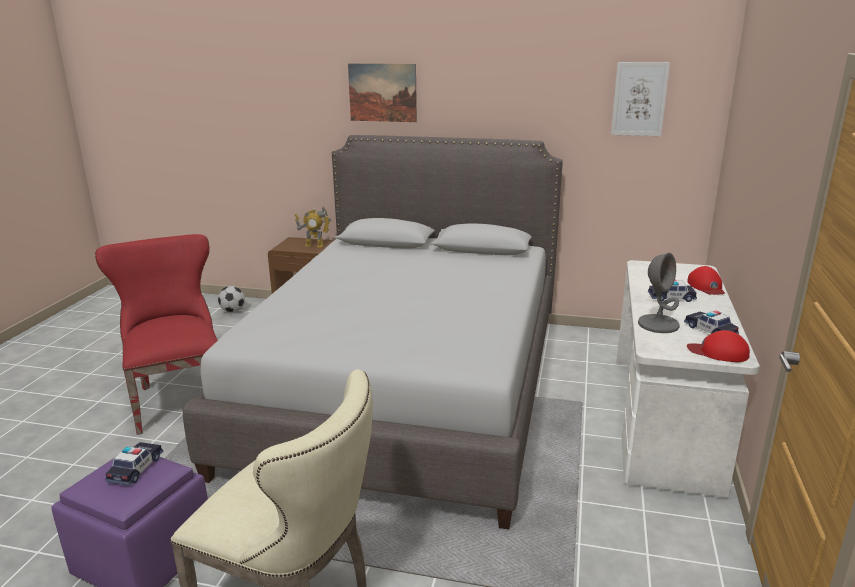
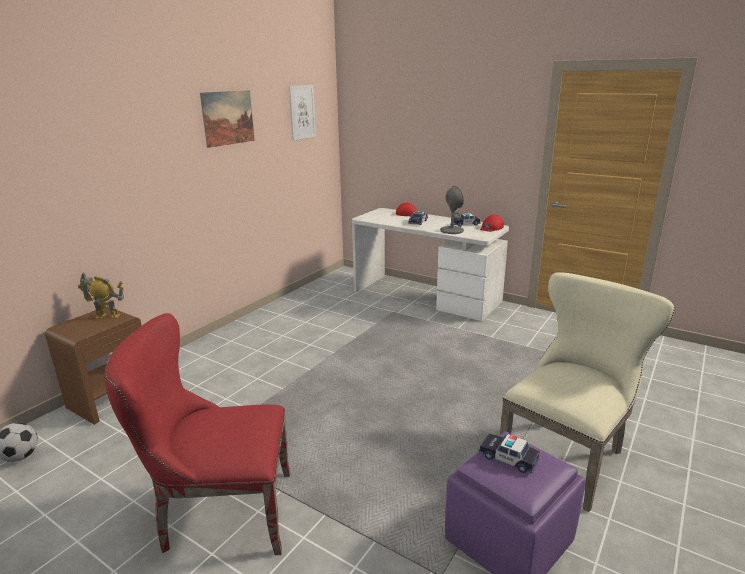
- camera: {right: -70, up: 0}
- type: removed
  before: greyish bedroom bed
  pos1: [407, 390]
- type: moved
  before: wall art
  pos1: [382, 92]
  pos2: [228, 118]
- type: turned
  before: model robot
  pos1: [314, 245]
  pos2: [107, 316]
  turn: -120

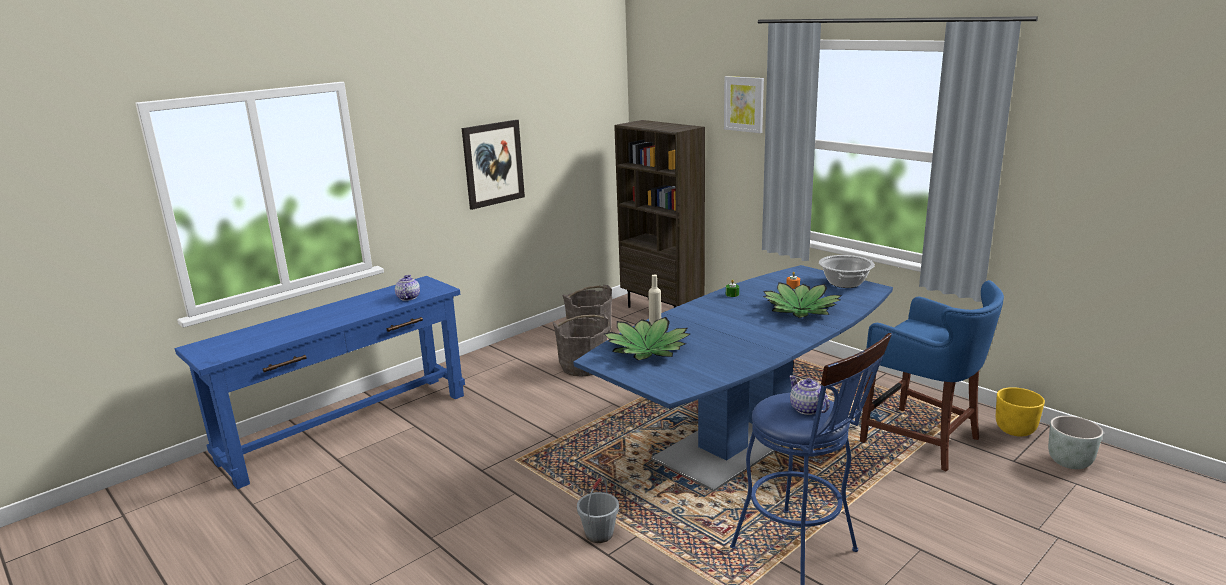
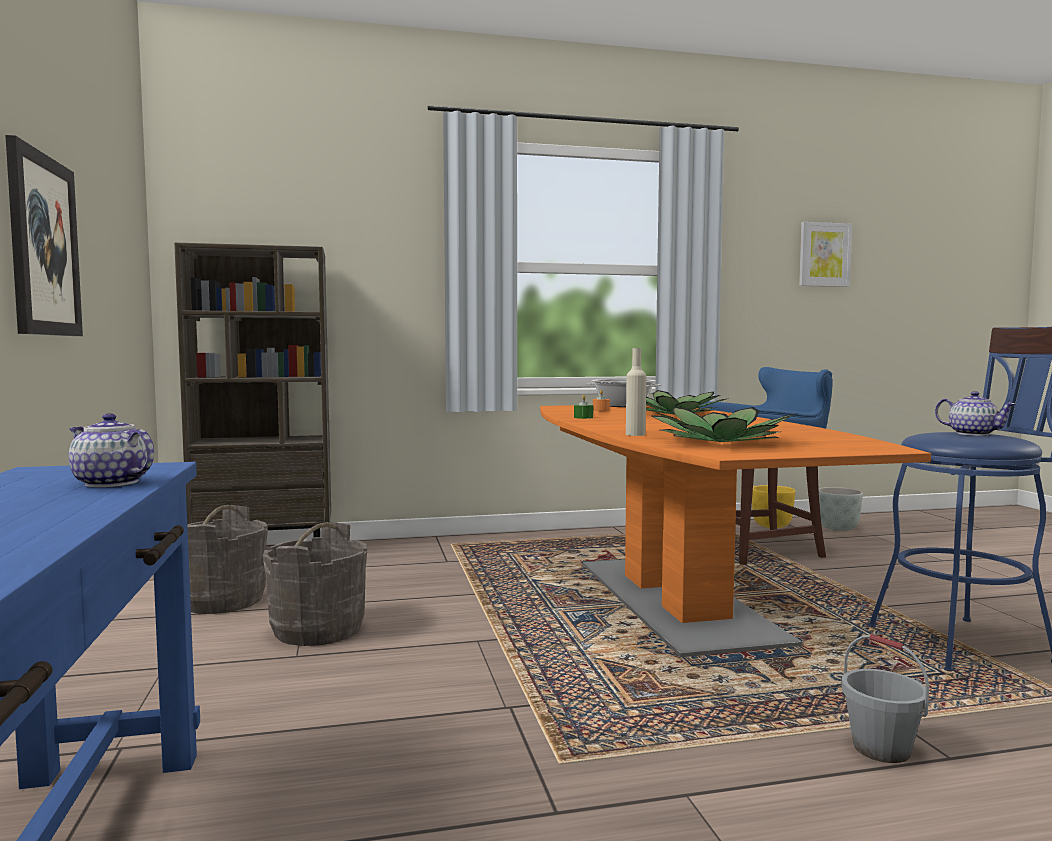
- camera: {right: -60, up: -15}
- type: moved
  before: wall art
  pos1: [744, 104]
  pos2: [824, 255]
- type: recoloured
  before: bluish dinner table
  after: orange dinner table
  pos1: [745, 436]
  pos2: [674, 600]
- type: turned
  before: tea pot
  pos1: [807, 409]
  pos2: [972, 434]
  turn: -135

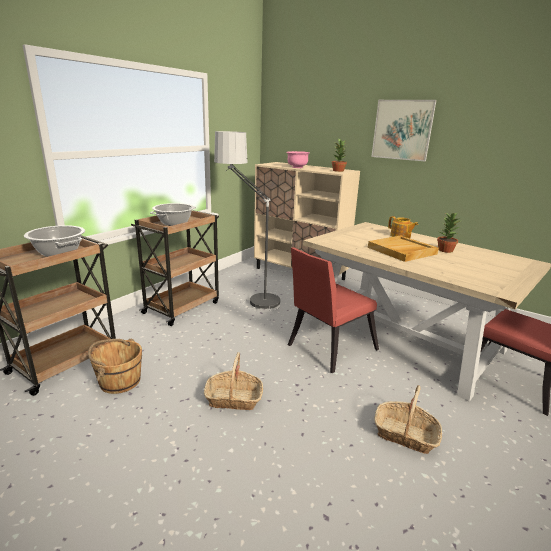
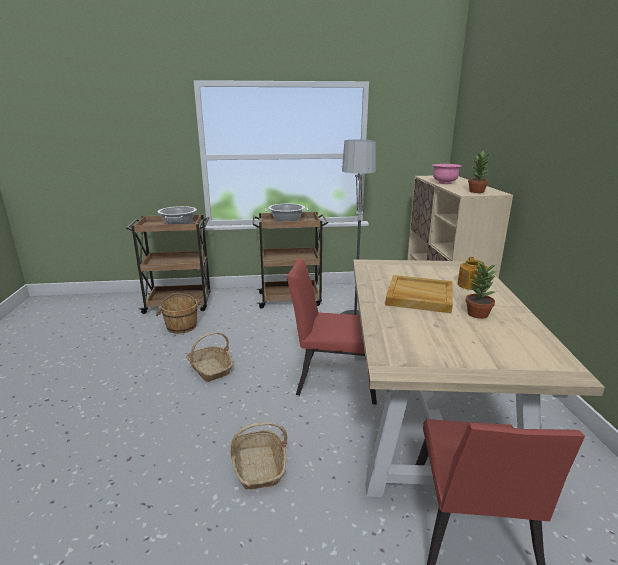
- camera: {right: 50, up: 0}
- type: removed
  before: wall art
  pos1: [402, 130]

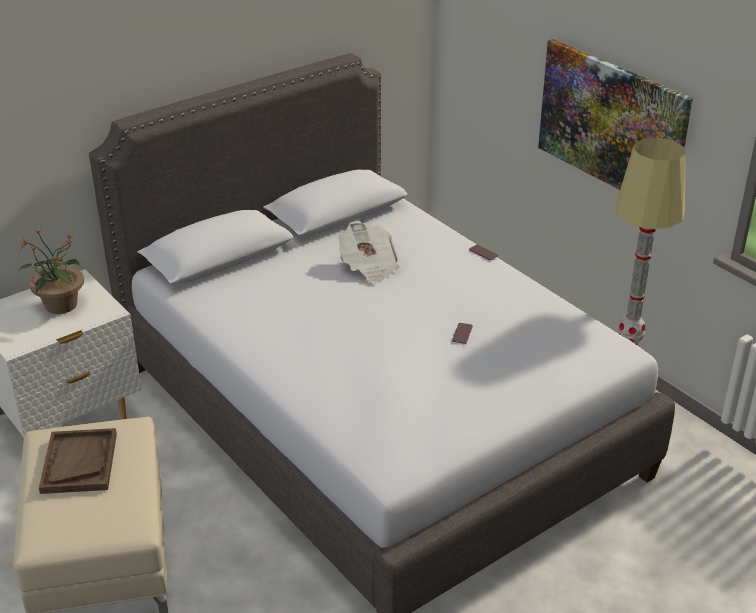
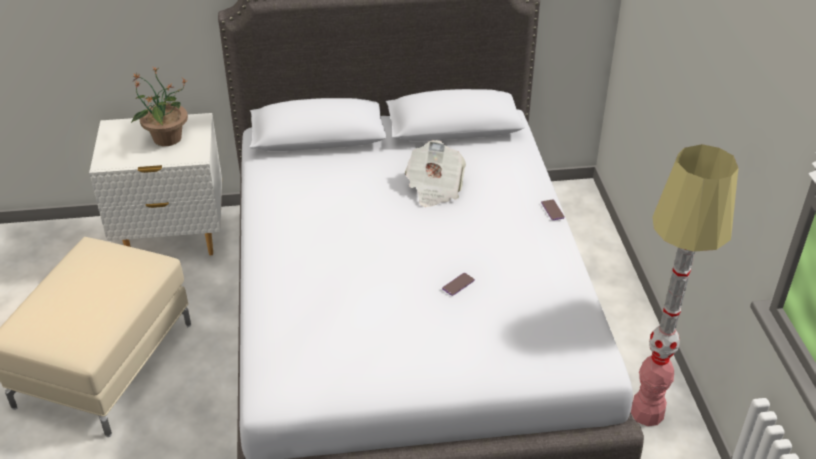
- camera: {right: 30, up: 5}
- type: removed
  before: brown serving tray
  pos1: [79, 463]
- type: removed
  before: wall art
  pos1: [611, 123]

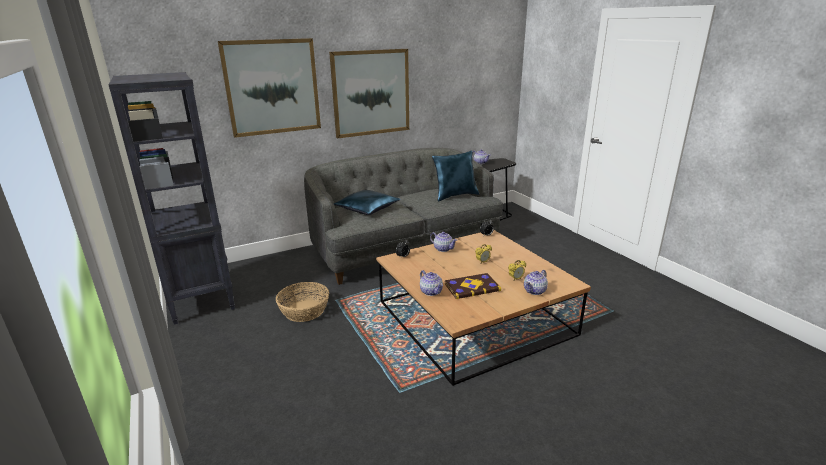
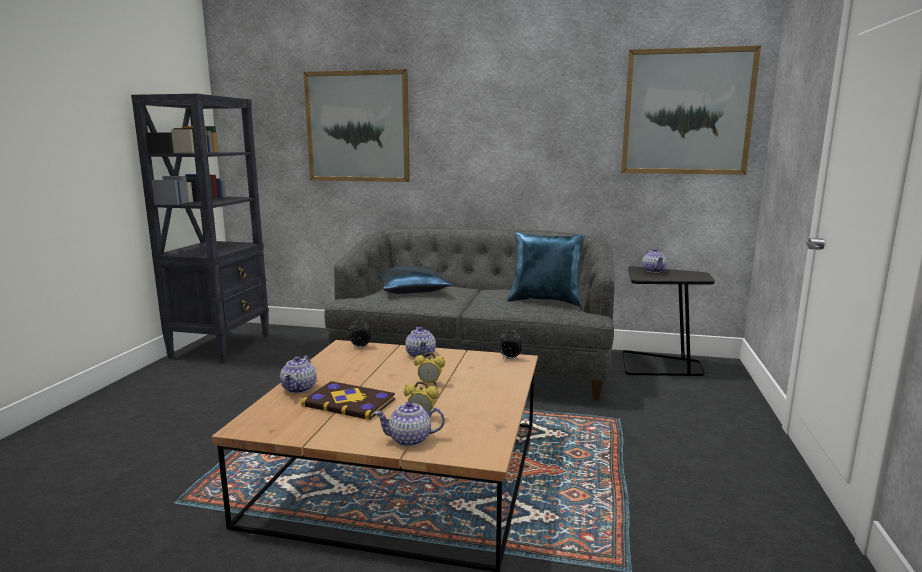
- camera: {right: 40, up: -10}
- type: removed
  before: storage basket
  pos1: [304, 311]
- type: moved
  before: wall art
  pos1: [371, 93]
  pos2: [687, 112]

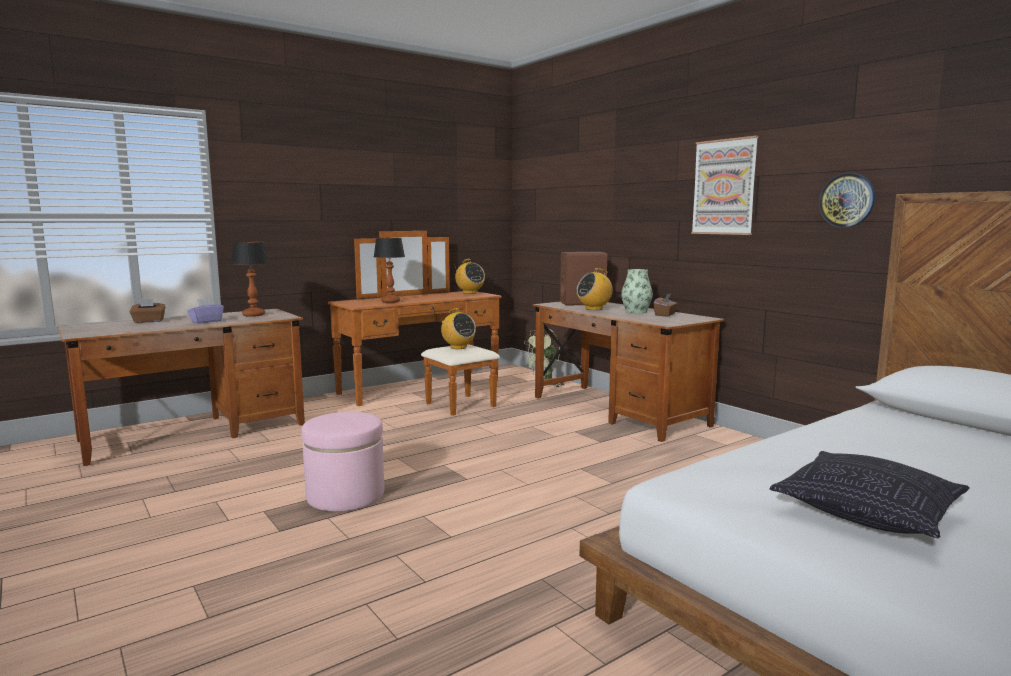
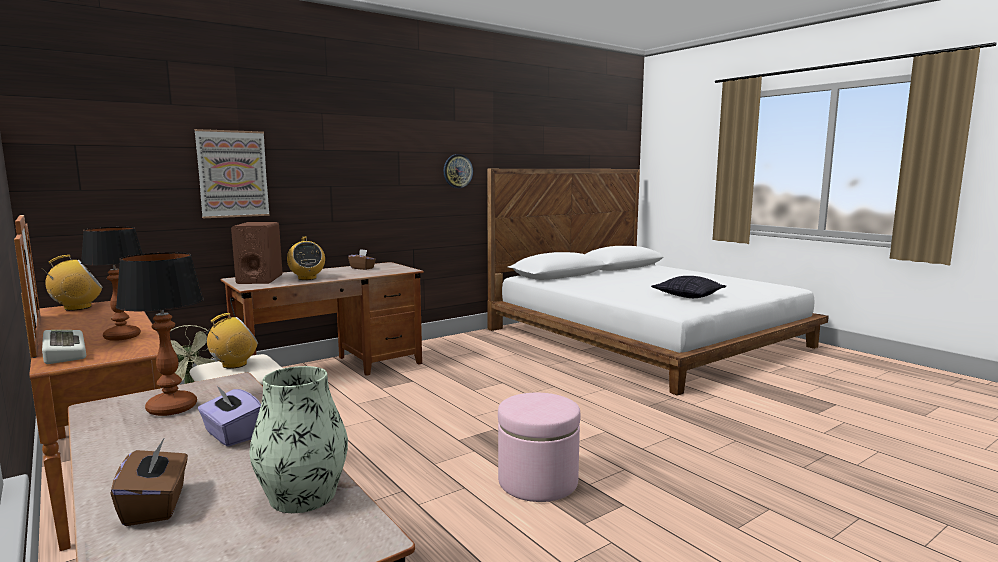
- camera: {right: -90, up: 0}
- type: added
  after: keyboard
  pos2: [62, 352]
- type: moved
  before: vase
  pos1: [636, 311]
  pos2: [303, 495]
- type: moved
  before: wall art
  pos1: [724, 187]
  pos2: [233, 174]

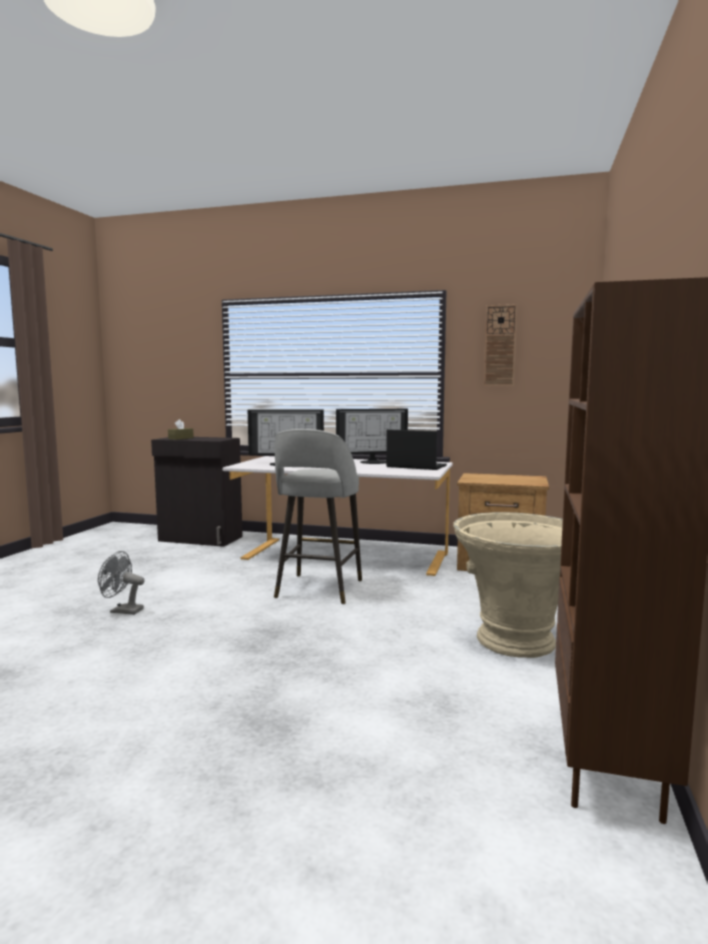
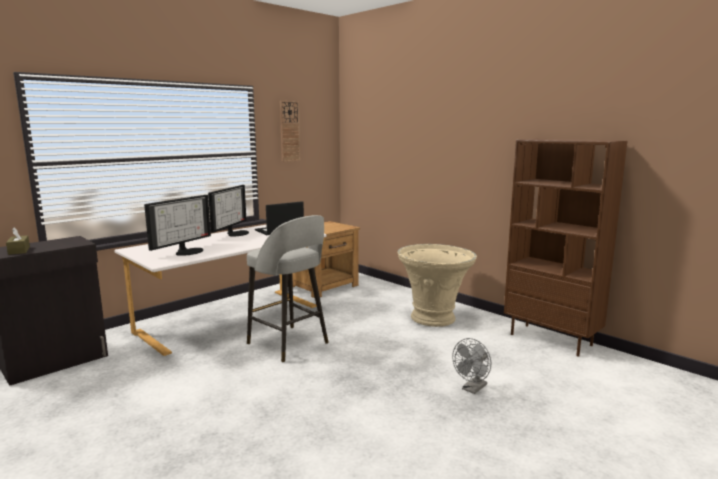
- camera: {right: -60, up: 5}
- type: moved
  before: greyish cooling fan
  pos1: [122, 611]
  pos2: [472, 389]

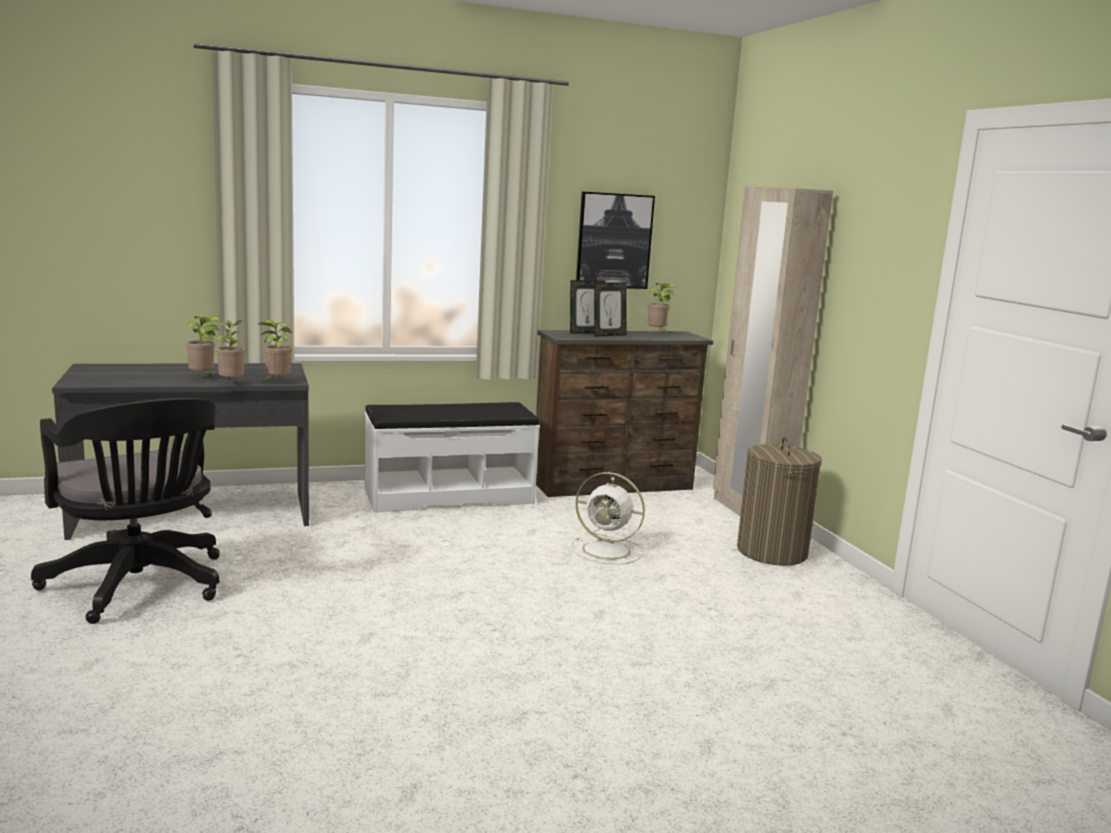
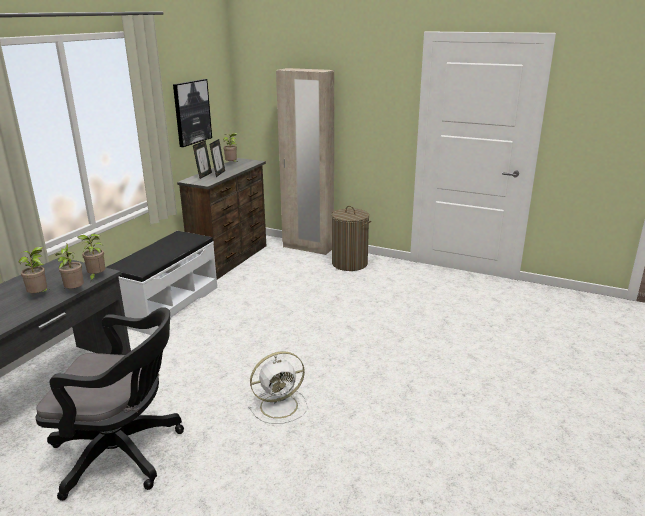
- camera: {right: -45, up: 10}
- type: moved
  before: white cooling fan
  pos1: [608, 550]
  pos2: [280, 405]

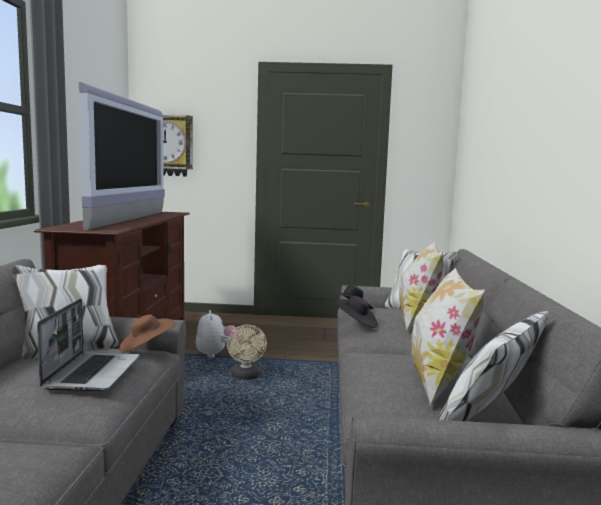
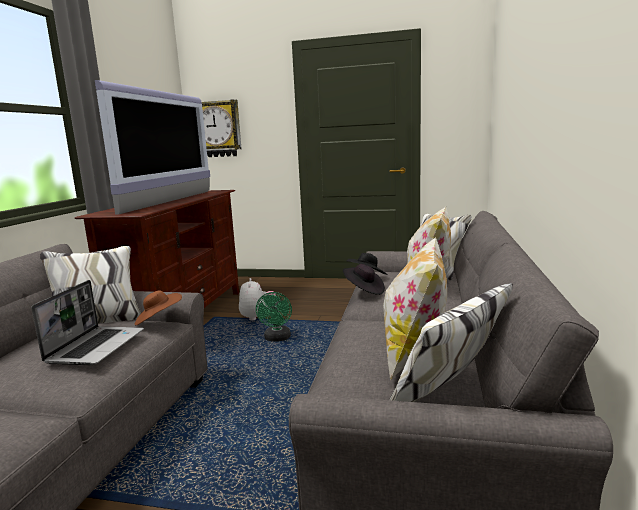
- camera: {right: 10, up: 5}
- type: recoloured
  before: beige-coloured cooling fan
  after: greenish cooling fan
  pos1: [246, 377]
  pos2: [277, 339]

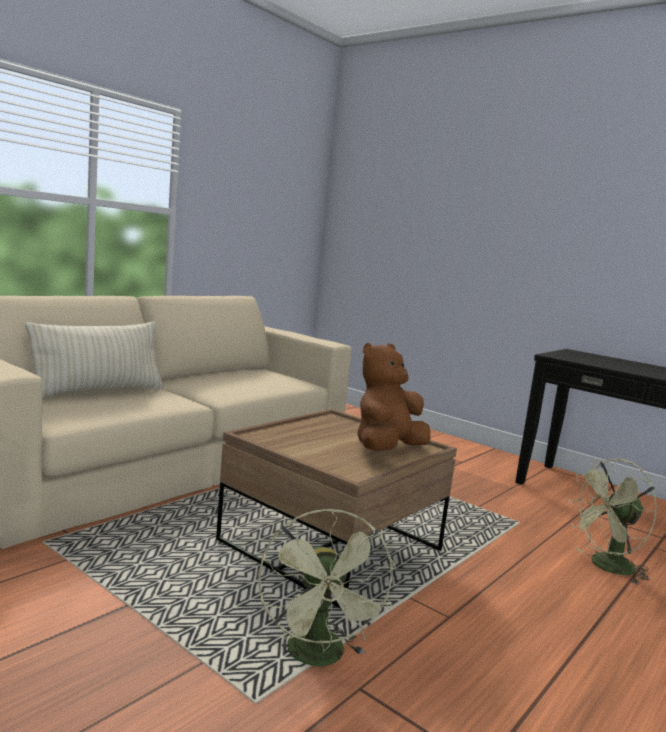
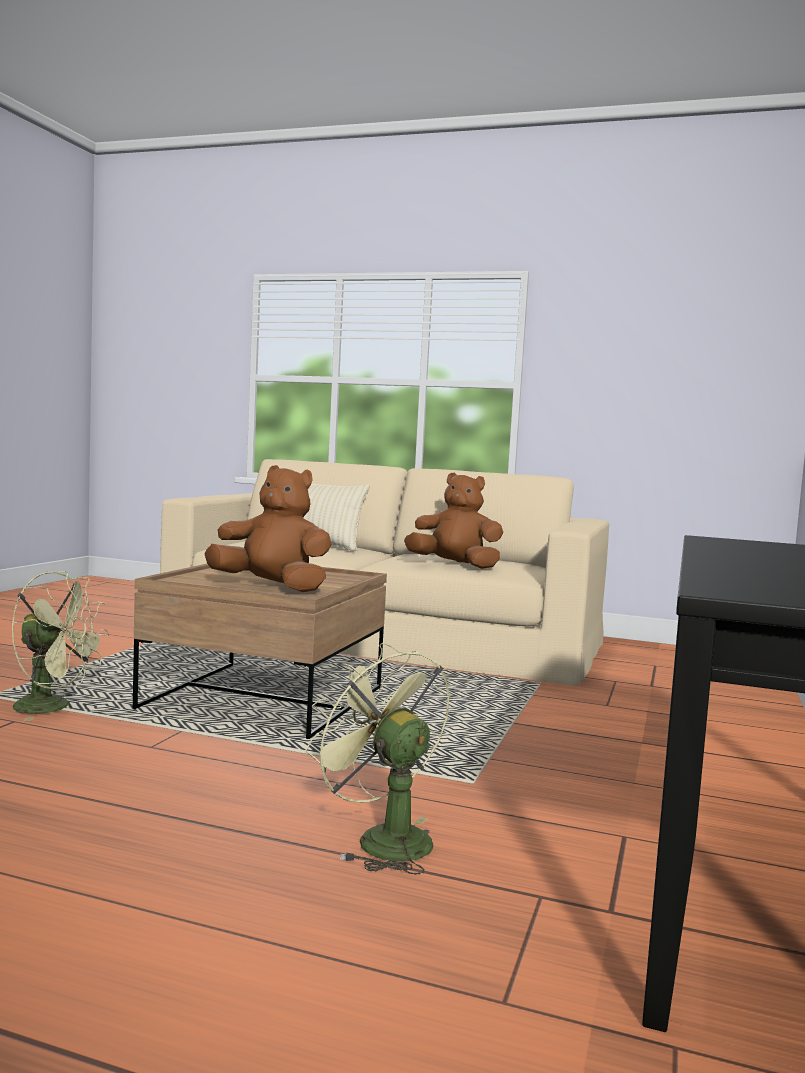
- camera: {right: 70, up: -5}
- type: added
  after: brown soft toy
  pos2: [455, 565]
- type: turned
  before: greenish cooling fan
  pos1: [319, 658]
  pos2: [53, 708]
  turn: -135

